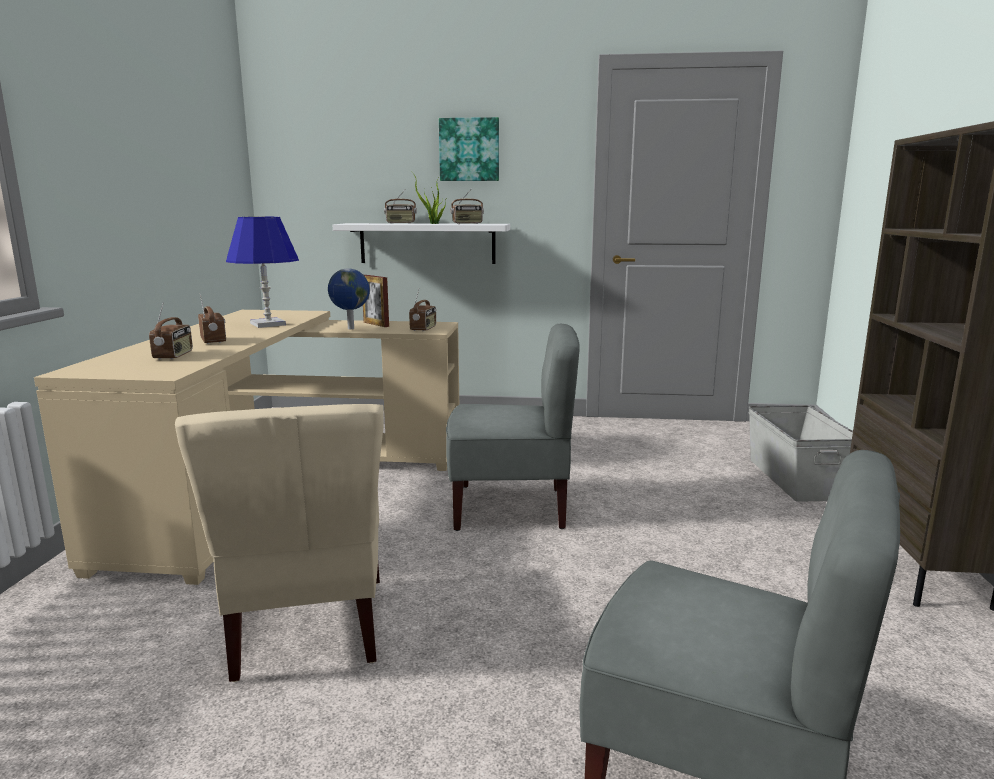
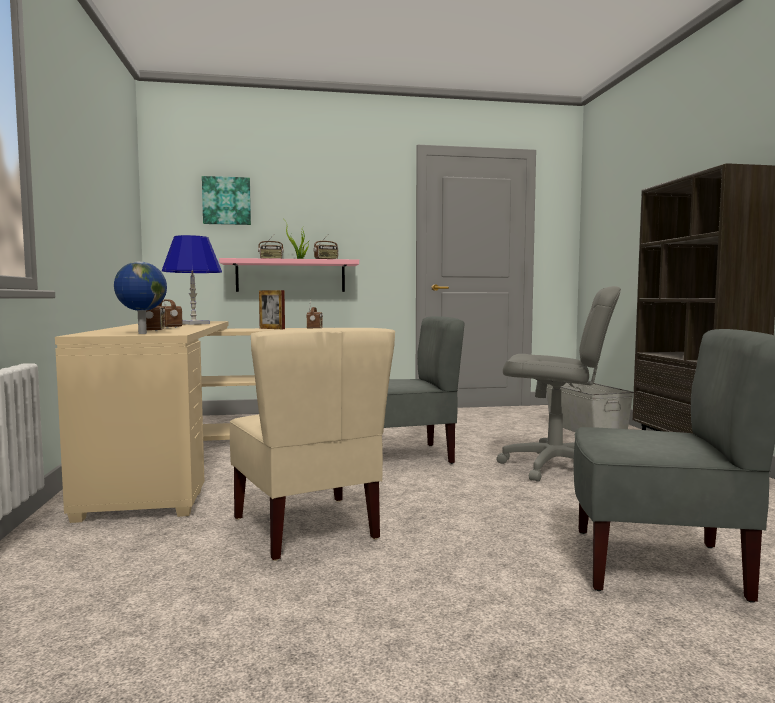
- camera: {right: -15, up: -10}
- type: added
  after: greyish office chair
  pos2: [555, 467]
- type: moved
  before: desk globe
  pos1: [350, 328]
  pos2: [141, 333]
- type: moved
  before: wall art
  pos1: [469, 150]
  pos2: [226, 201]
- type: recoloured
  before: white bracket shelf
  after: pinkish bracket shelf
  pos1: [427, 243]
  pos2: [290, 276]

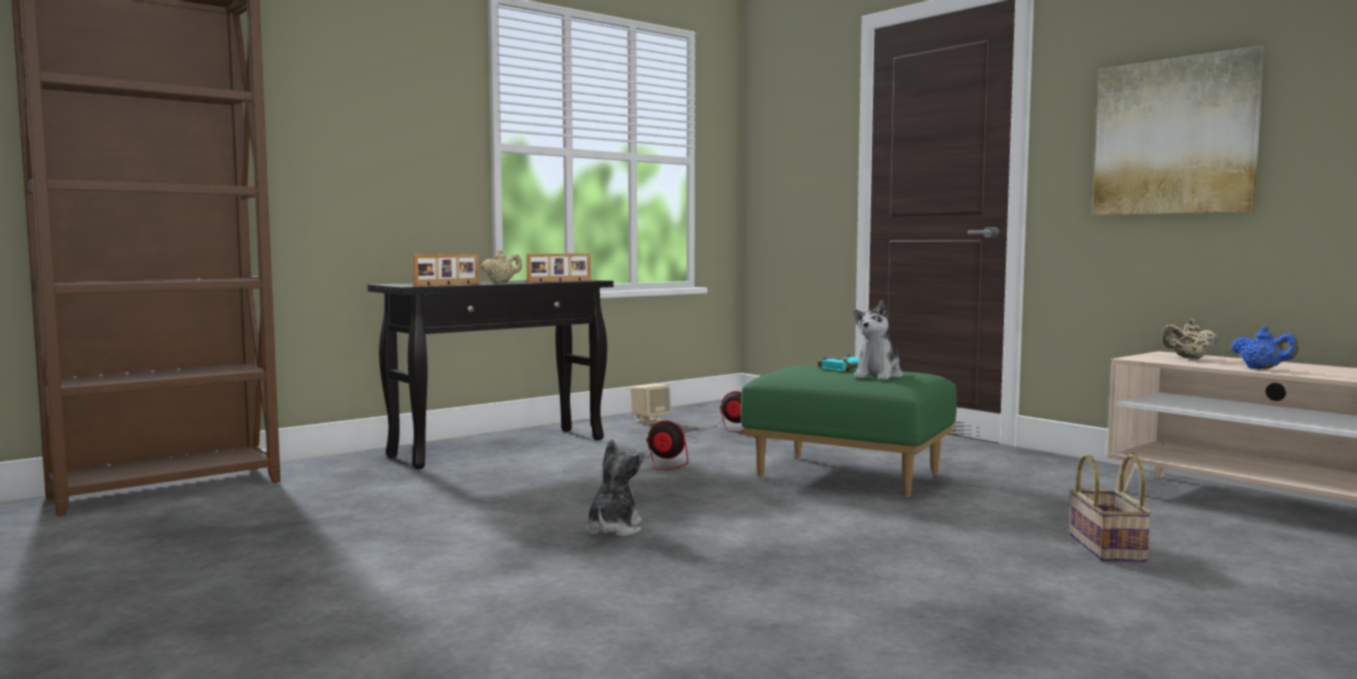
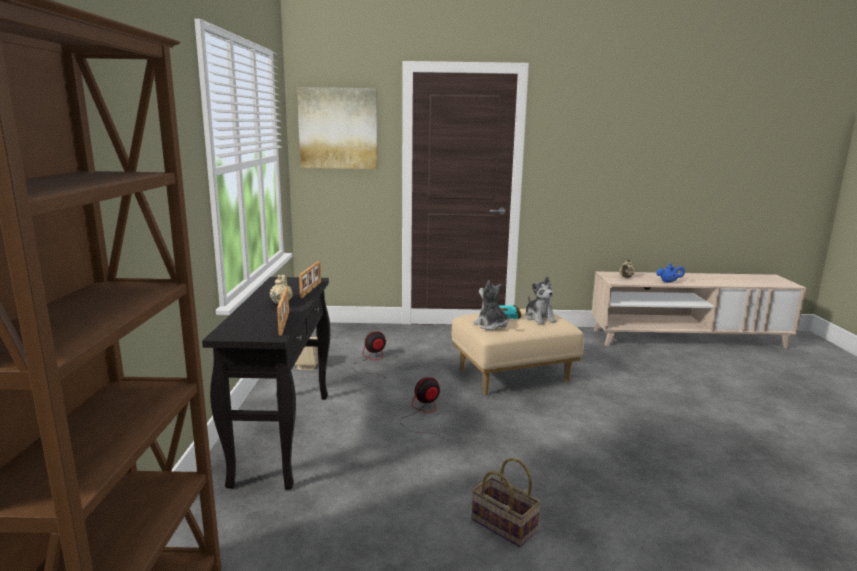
- camera: {right: -50, up: 10}
- type: moved
  before: soft toy
  pos1: [613, 529]
  pos2: [491, 325]
- type: moved
  before: storage basket
  pos1: [1104, 547]
  pos2: [502, 525]
- type: moved
  before: wall art
  pos1: [1175, 136]
  pos2: [338, 128]
- type: recoloured
  before: greenish footrest
  after: beige-coloured footrest
  pos1: [849, 475]
  pos2: [513, 376]

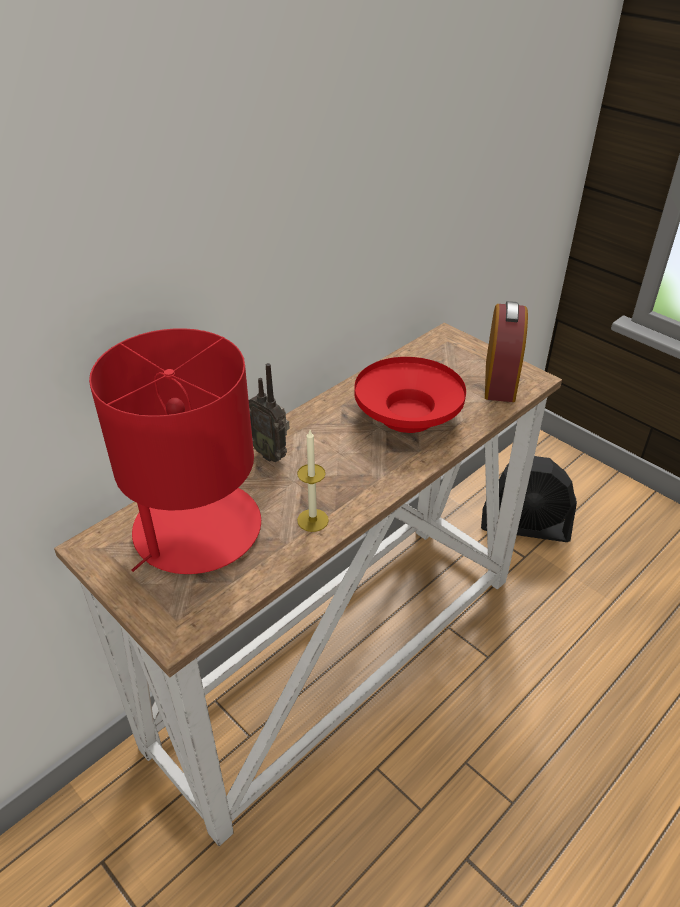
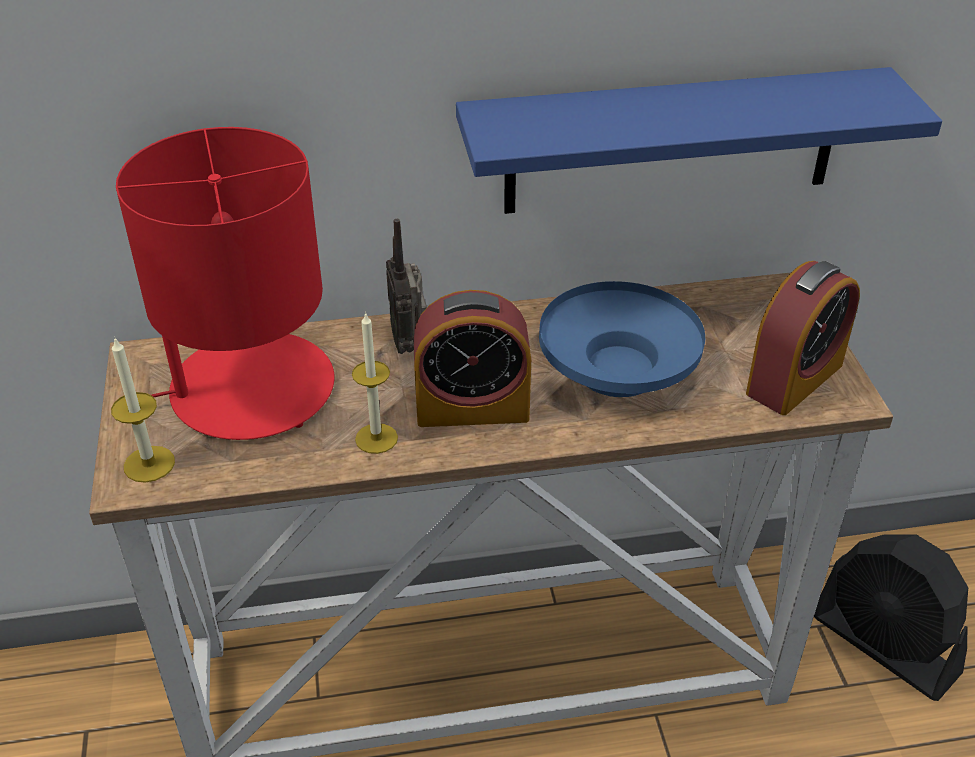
- camera: {right: 35, up: 0}
- type: added
  after: wax candle
  pos2: [149, 464]
- type: added
  after: table clock
  pos2: [472, 408]
- type: added
  after: bluish bracket shelf
  pos2: [672, 142]
- type: recoloured
  before: red serving bowl
  after: bluish serving bowl
  pos1: [408, 415]
  pos2: [618, 369]

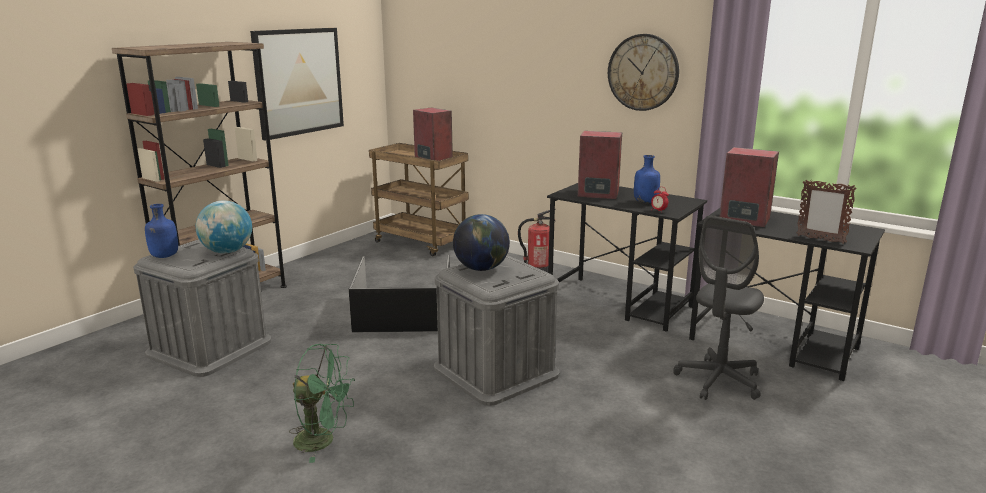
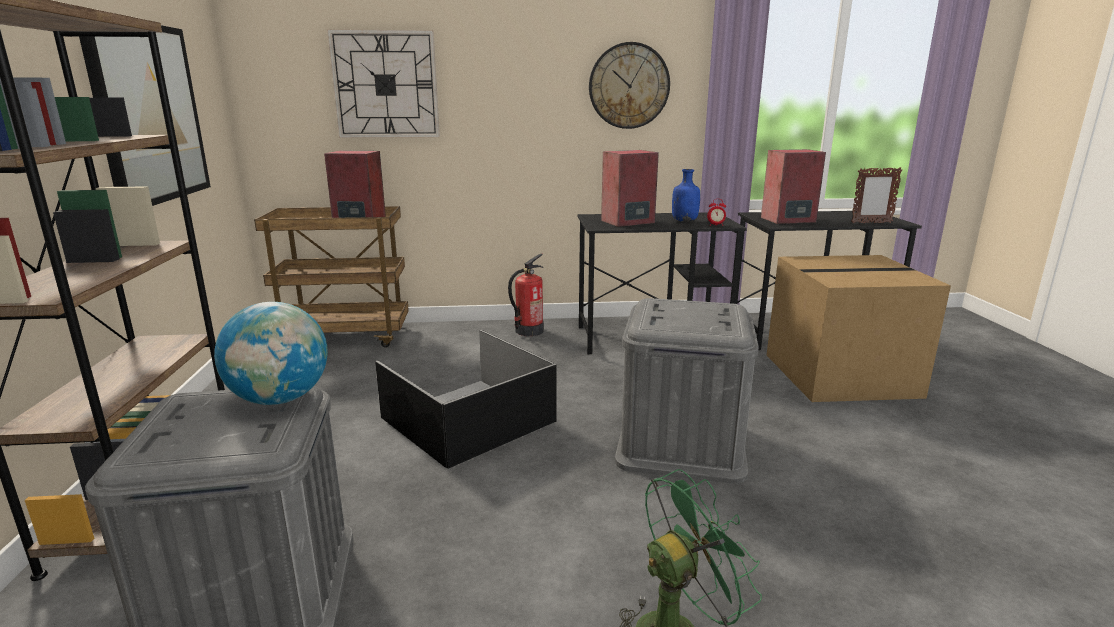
- camera: {right: -40, up: 0}
- type: removed
  before: bluish beverage bottle
  pos1: [164, 256]
- type: removed
  before: desk globe
  pos1: [481, 268]
- type: added
  after: hanging clock
  pos2: [385, 85]
- type: replaced
  before: greyish office chair
  after: carton
  pos1: [718, 381]
  pos2: [839, 376]

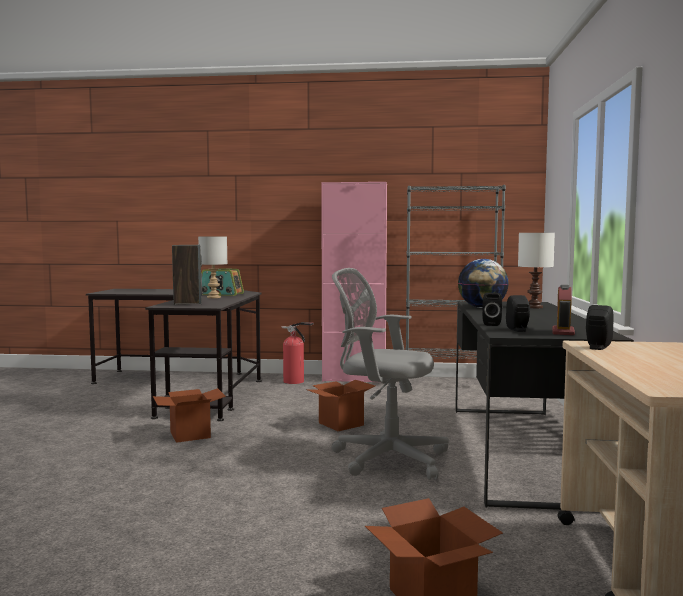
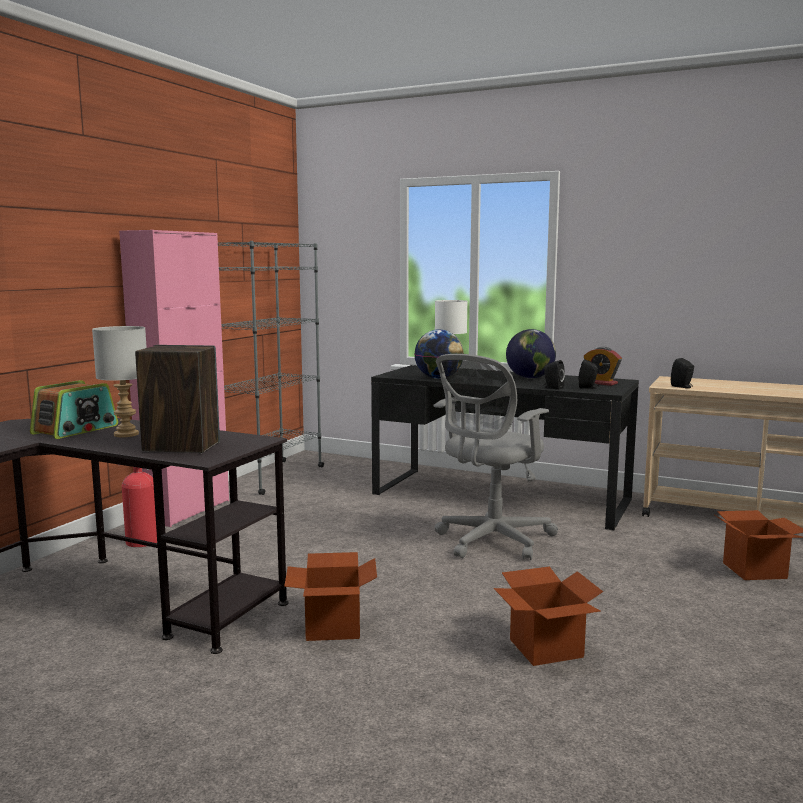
- camera: {right: -70, up: 5}
- type: added
  after: desk globe
  pos2: [530, 378]
- type: moved
  before: carton
  pos1: [341, 424]
  pos2: [546, 648]

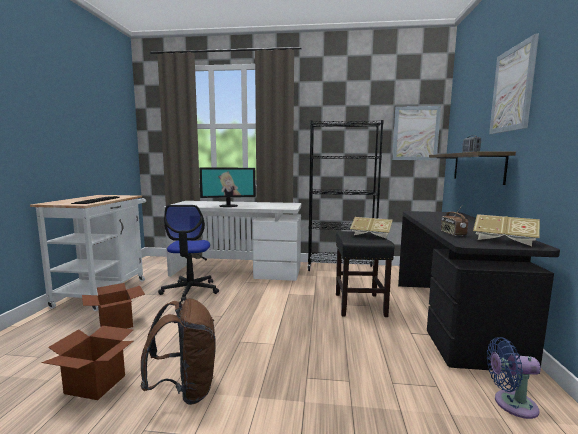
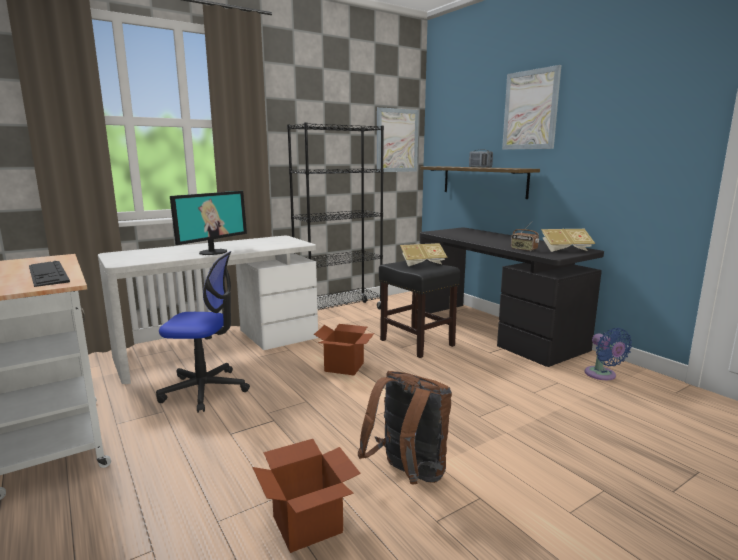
- camera: {right: -40, up: 5}
- type: moved
  before: carton
  pos1: [116, 324]
  pos2: [344, 367]
- type: turned
  before: office chair
  pos1: [190, 290]
  pos2: [205, 390]
  turn: -45
- type: turned
  before: bluish cooling fan
  pos1: [511, 404]
  pos2: [602, 375]
  turn: -75

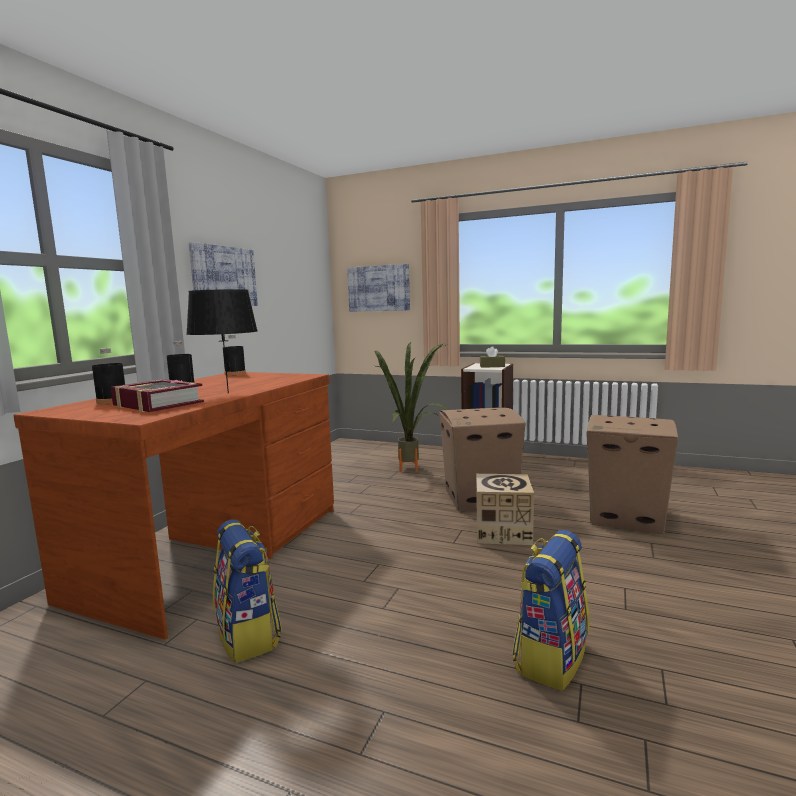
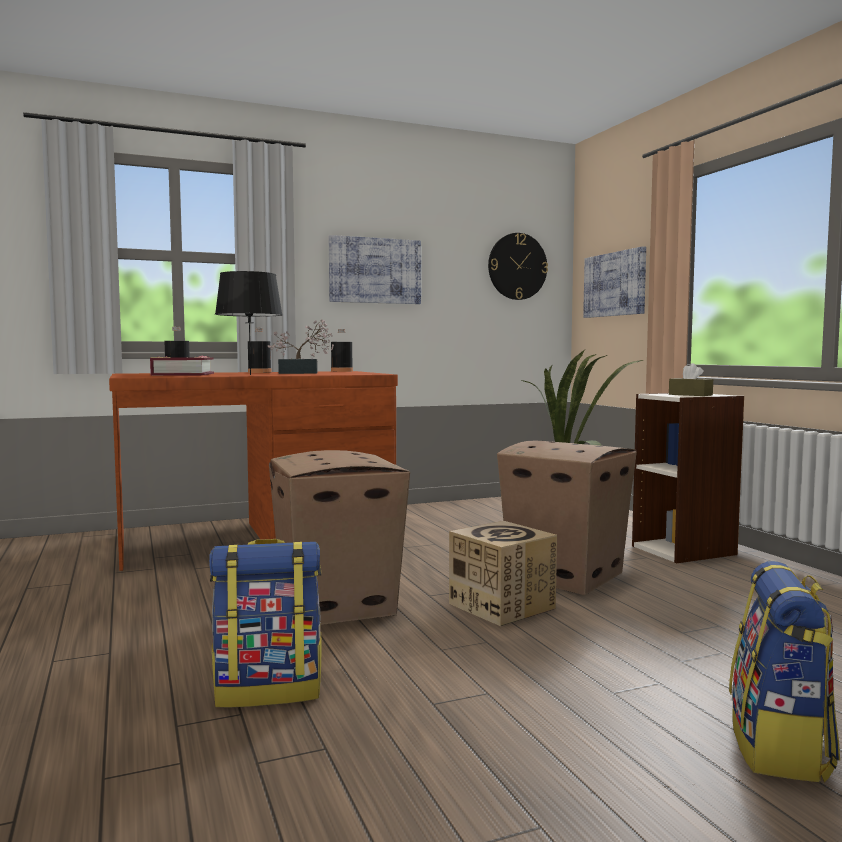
- camera: {right: 45, up: -5}
- type: added
  after: plant in a pot
  pos2: [303, 373]
- type: added
  after: hanging clock
  pos2: [517, 266]
- type: moved
  before: knapsack
  pos1: [249, 635]
  pos2: [780, 748]
- type: moved
  before: carton
  pos1: [627, 516]
  pos2: [338, 606]

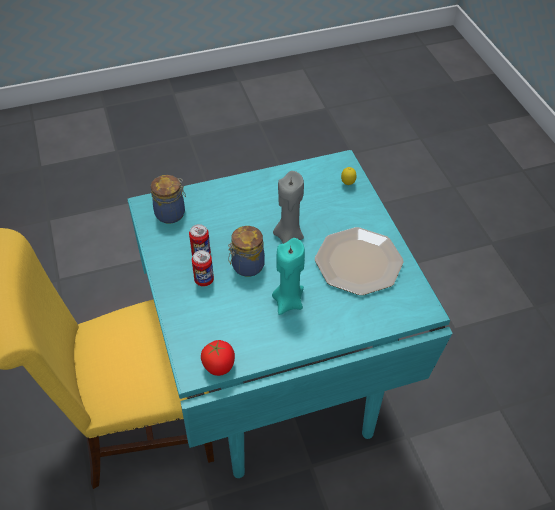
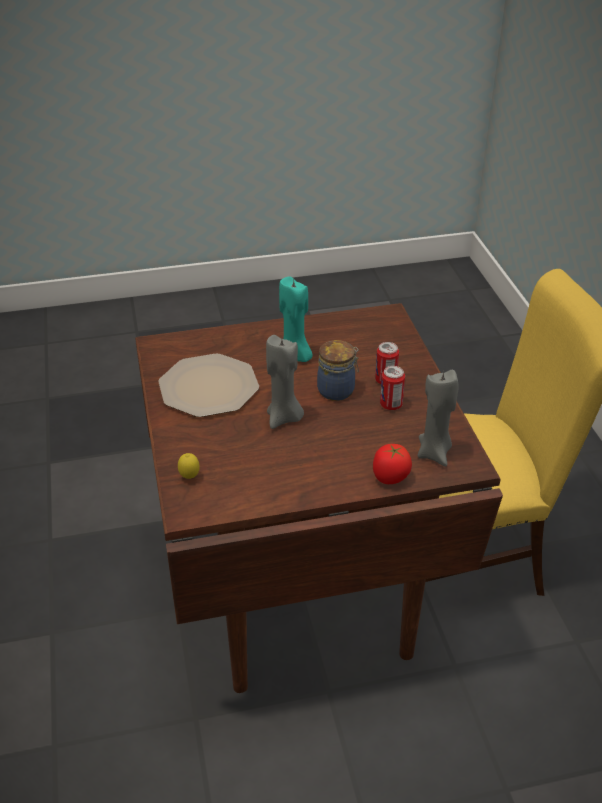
- camera: {right: -175, up: -10}
- type: moved
  before: whole tomato
  pos1: [219, 366]
  pos2: [390, 477]
- type: replaced
  before: storage jar
  after: greyish wax candle
  pos1: [171, 213]
  pos2: [434, 453]
- type: recoloured
  before: blue-green dinner table
  after: brown dinner table
  pos1: [275, 381]
  pos2: [302, 585]

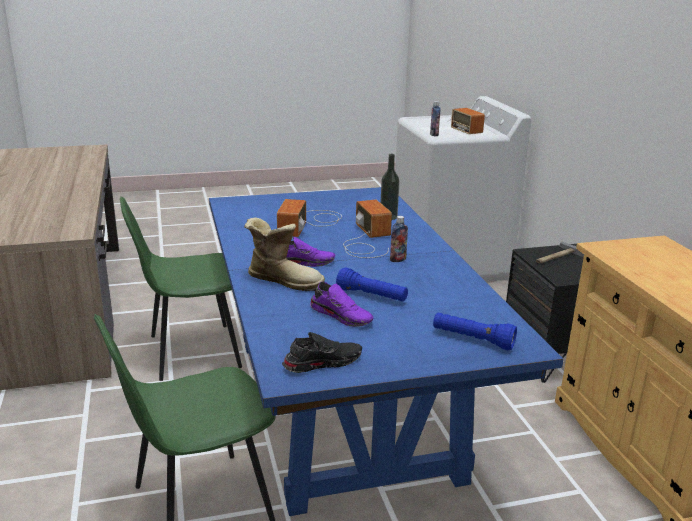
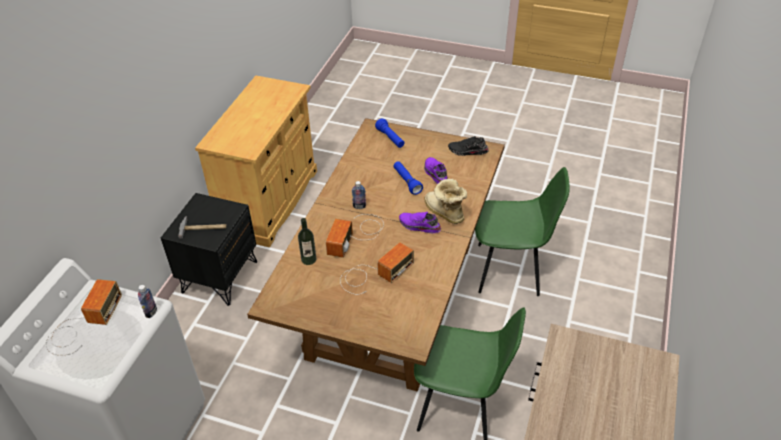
- camera: {right: -145, up: 20}
- type: recoloured
  before: bluish dinner table
  after: brown dinner table
  pos1: [341, 405]
  pos2: [392, 301]

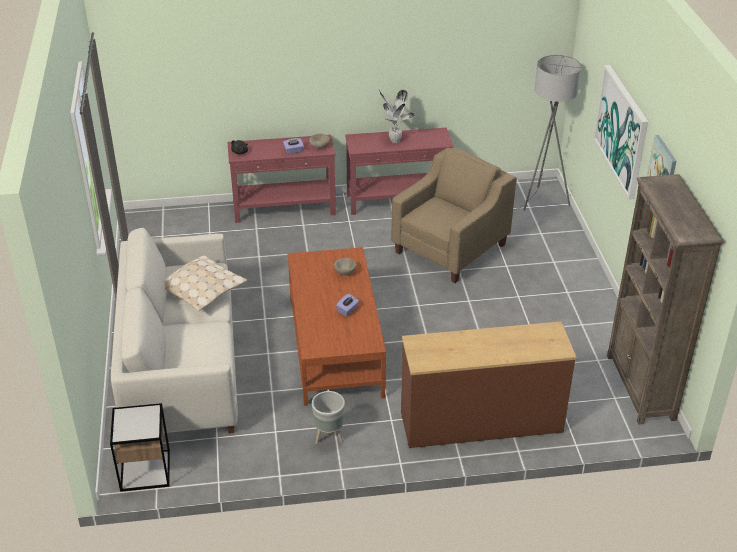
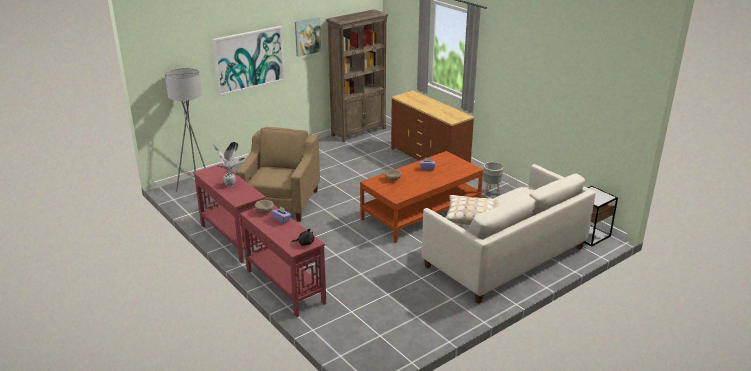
- camera: {right: -120, up: -10}
- type: turned
  before: beige-coloured easy chair
  pos1: [451, 249]
  pos2: [282, 203]
  turn: 90

